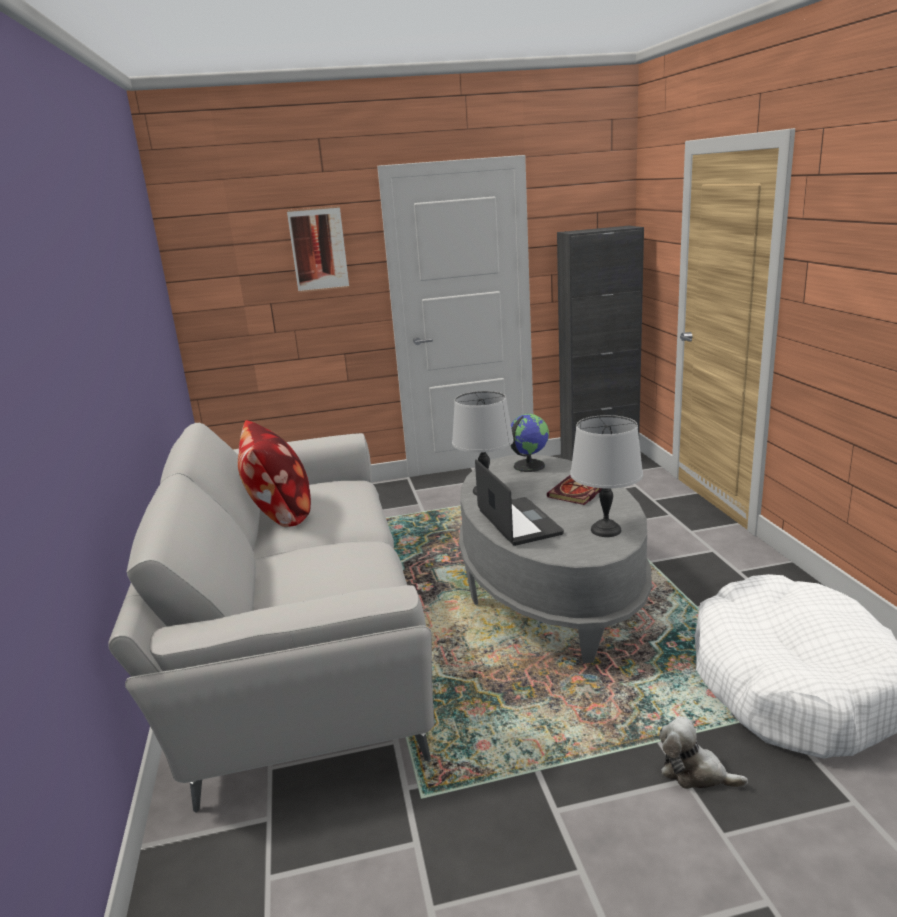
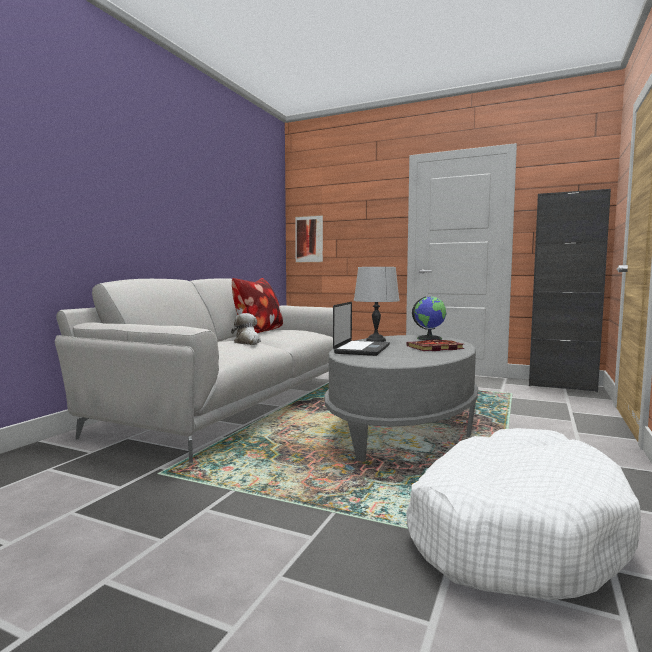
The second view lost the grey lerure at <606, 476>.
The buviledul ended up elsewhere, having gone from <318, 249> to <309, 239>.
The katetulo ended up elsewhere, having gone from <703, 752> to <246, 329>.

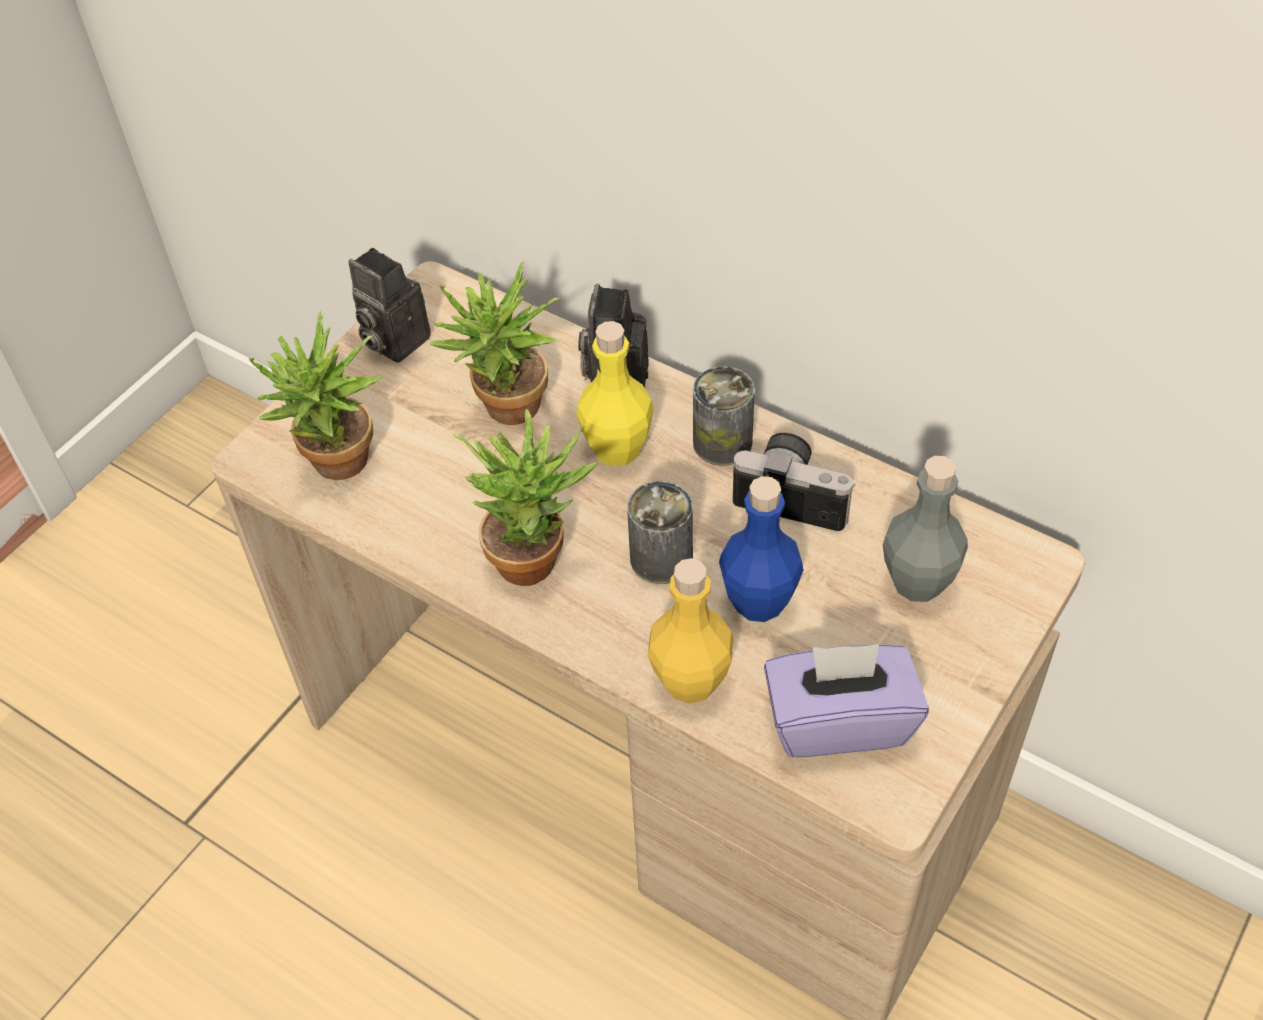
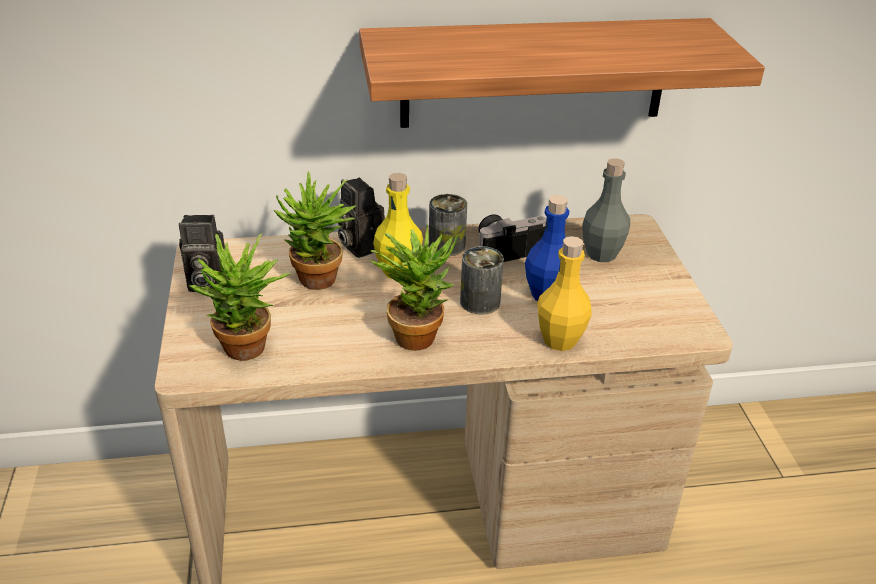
The second view lost the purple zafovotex at <846, 700>.
The second view gained the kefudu at <562, 73>.

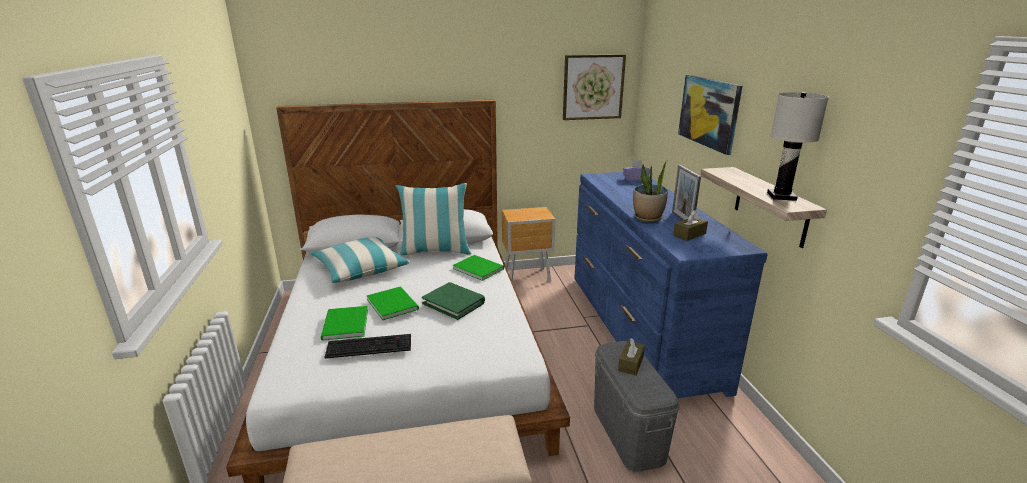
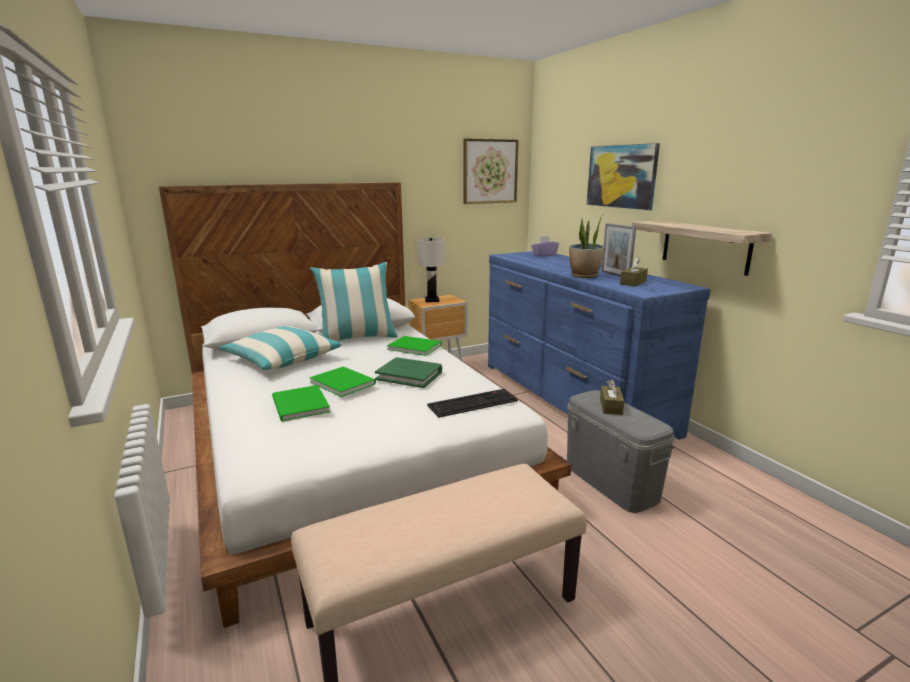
The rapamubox ended up elsewhere, having gone from <367, 346> to <472, 403>.
The white lerure ended up elsewhere, having gone from <798, 146> to <431, 270>.

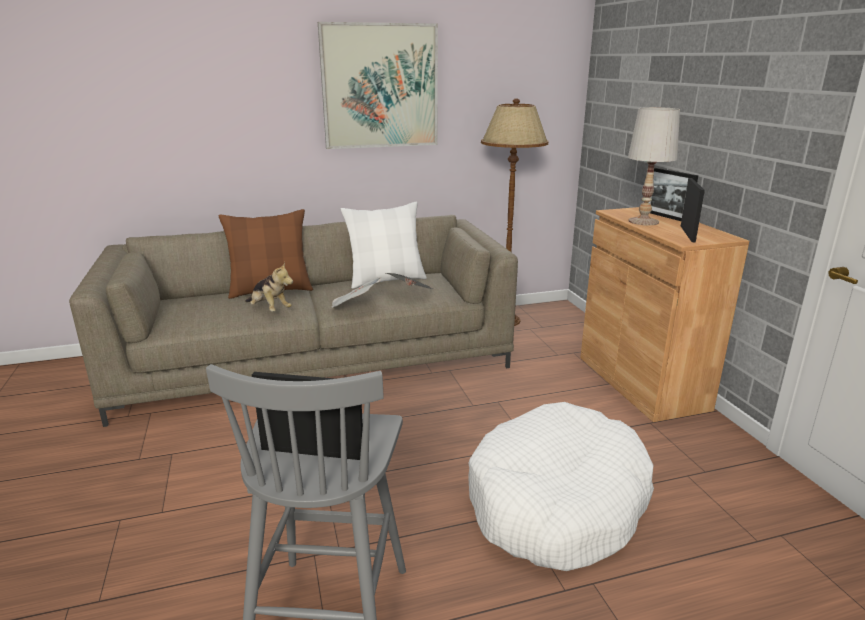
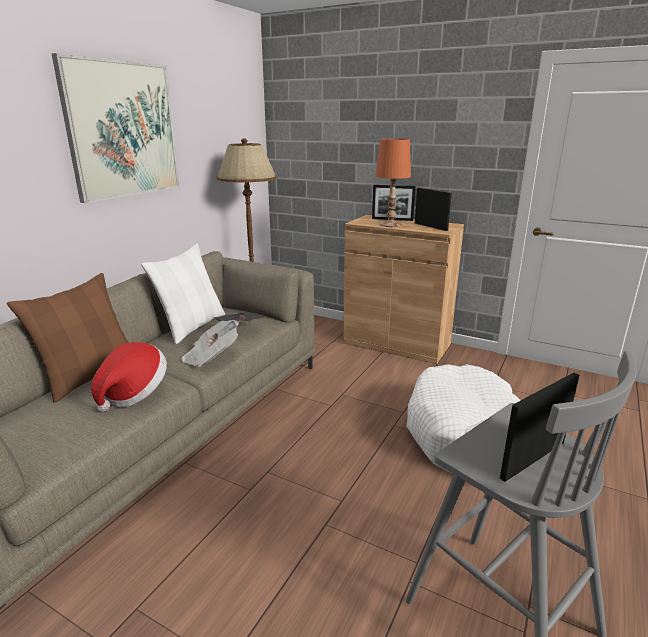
Where the katetulo stood at <269, 287>, the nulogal came to stand at <129, 377>.
What was the white lerure at <654, 166> turned into the orange lerure at <393, 182>.

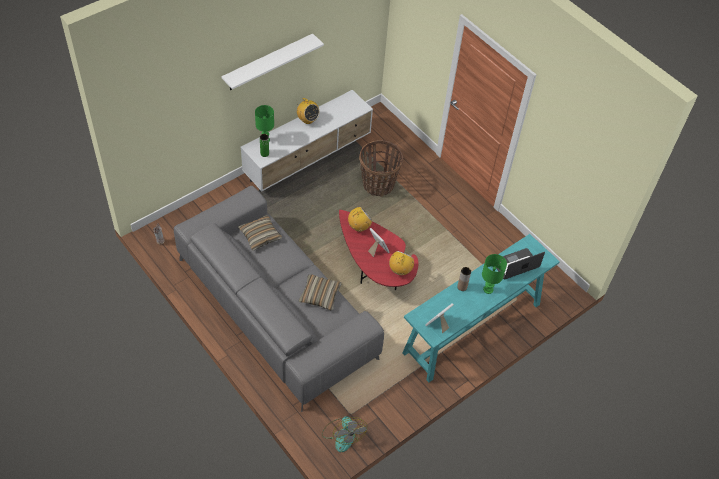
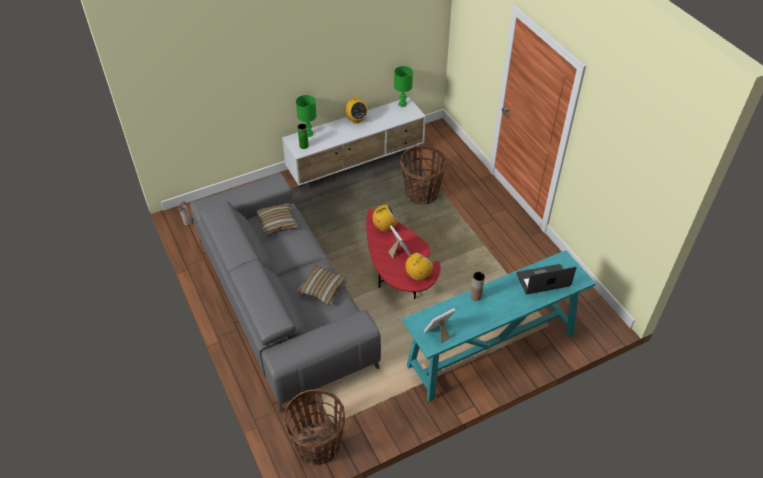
The second view lost the white kefudu at <272, 62>.
The green lerure ended up elsewhere, having gone from <494, 274> to <403, 86>.
Where the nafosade stood at <344, 434>, the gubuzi came to stand at <314, 427>.

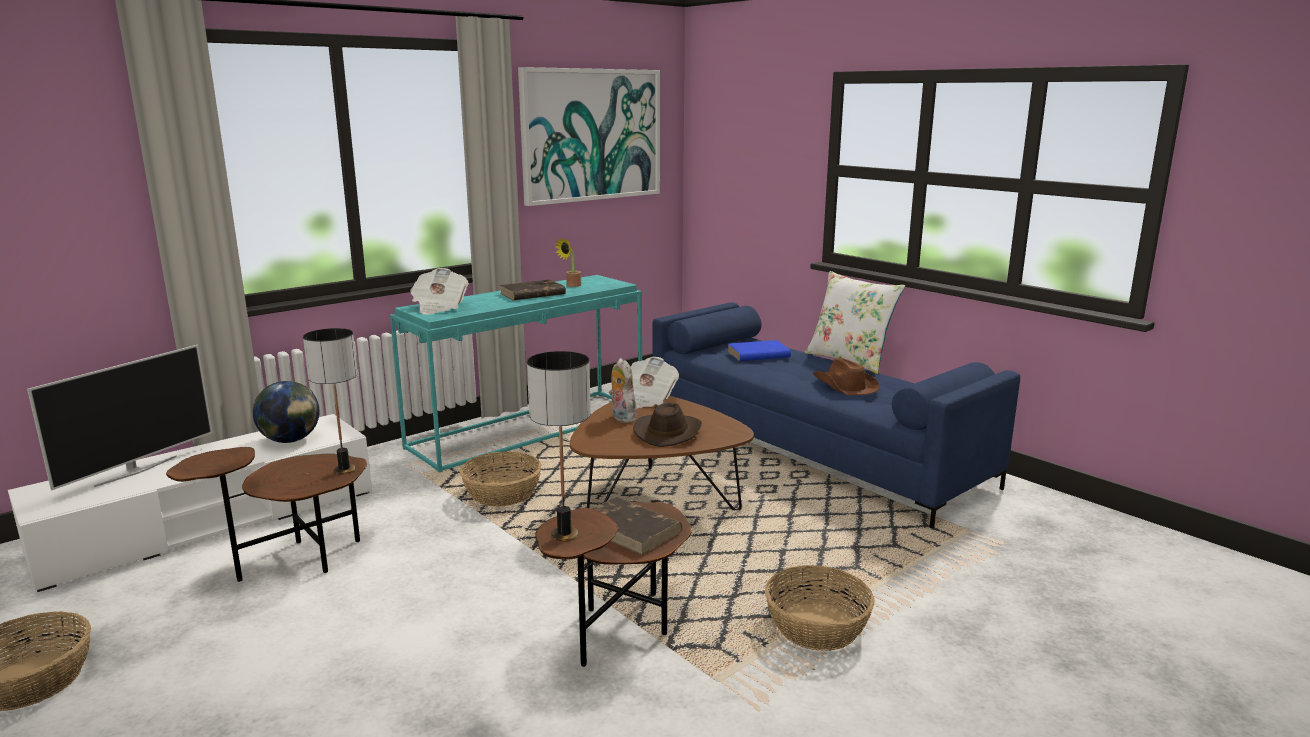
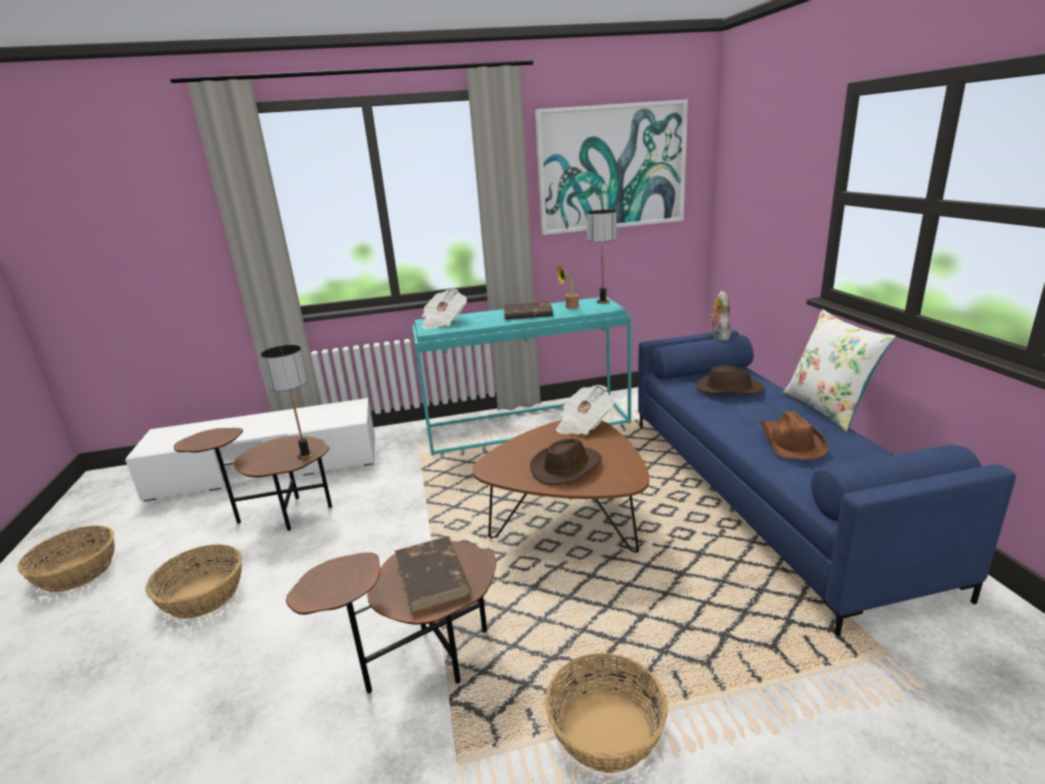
The second view lost the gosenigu at <120, 417>.
The second view lost the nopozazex at <286, 412>.
The gubuzi ended up elsewhere, having gone from <501, 479> to <193, 581>.
The lerure ended up elsewhere, having gone from <559, 446> to <602, 257>.
The katetulo ended up elsewhere, having gone from <623, 390> to <720, 315>.
Where the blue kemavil stood at <759, 350>, the brown nulogal came to stand at <730, 379>.

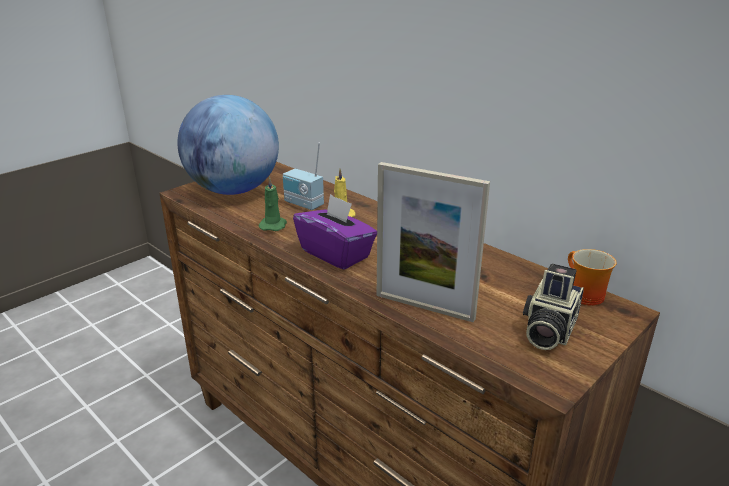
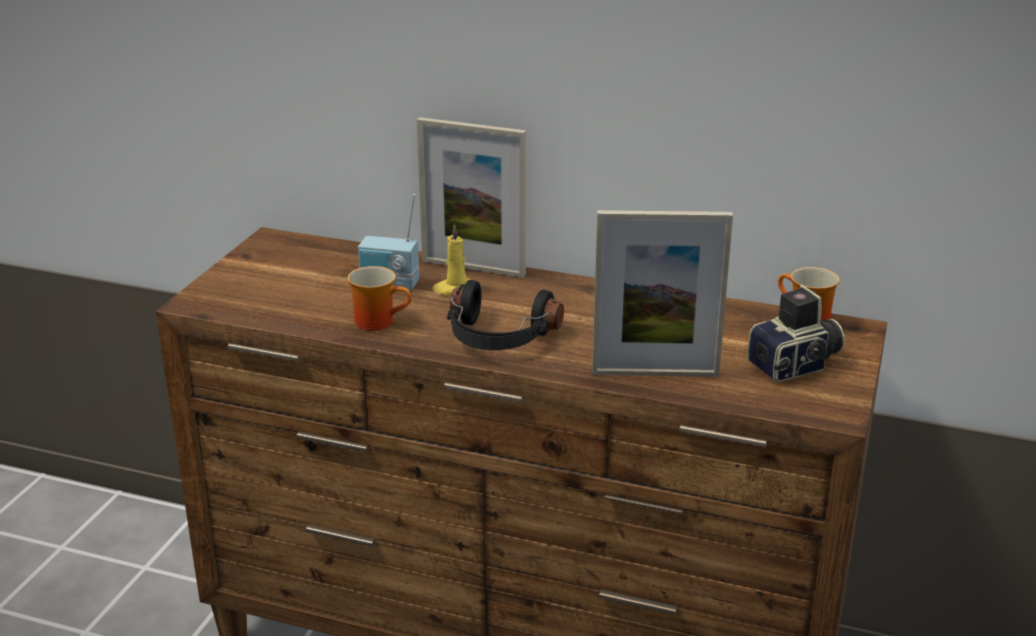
The second view lost the nopozazex at <228, 145>.
The second view gained the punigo at <471, 197>.
Where the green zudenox stood at <272, 203>, the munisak came to stand at <379, 298>.
Where the purple zafovotex stood at <335, 232>, the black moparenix came to stand at <505, 315>.
The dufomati at <553, 306> ended up facing another way, 120 degrees counterclockwise from before.

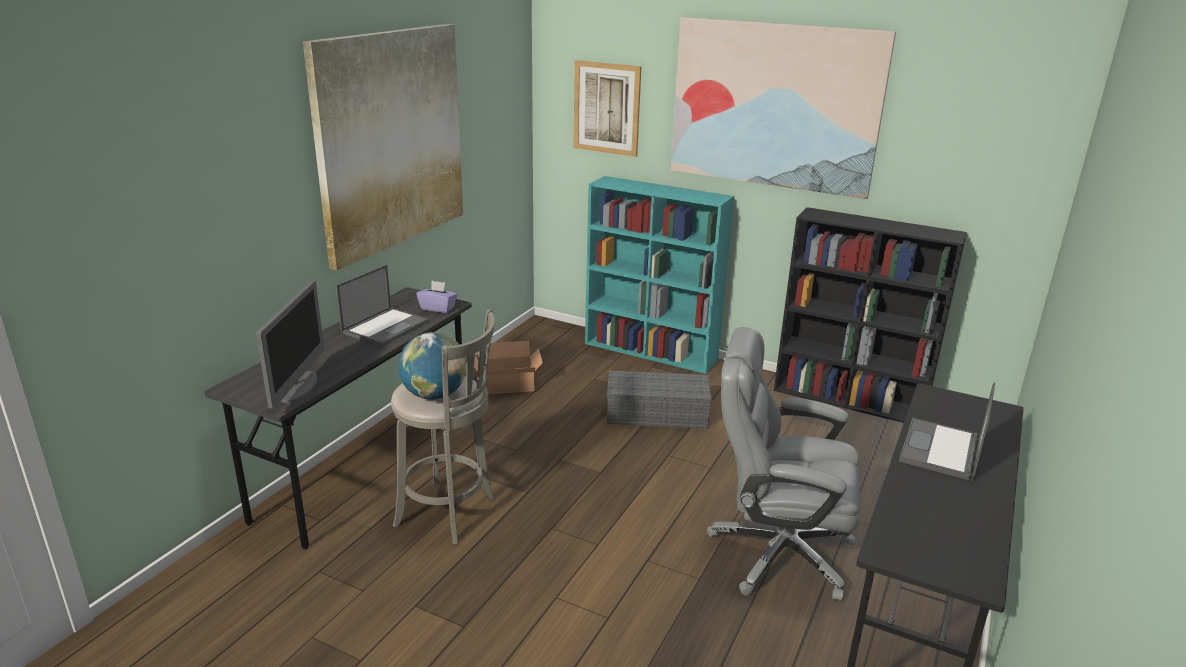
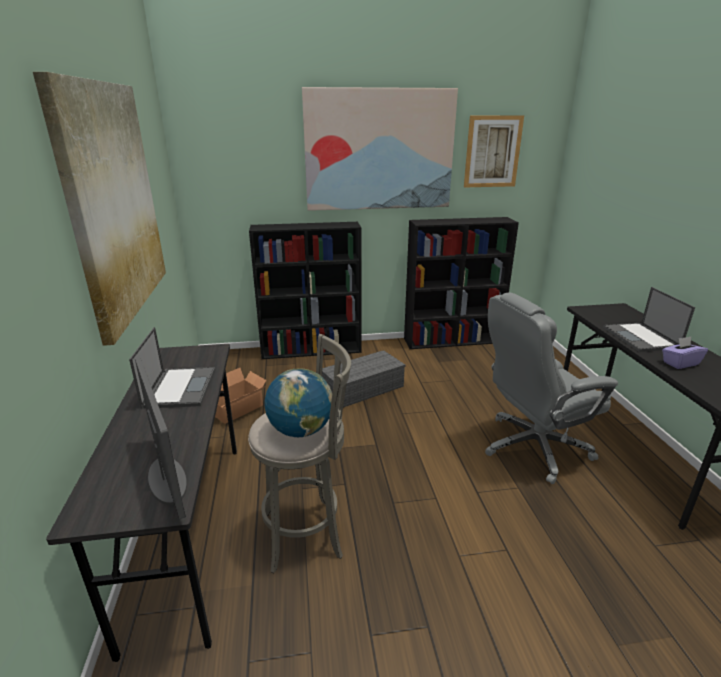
The purple zafovotex ended up elsewhere, having gone from <437, 297> to <685, 353>.
The buviledul ended up elsewhere, having gone from <607, 108> to <494, 152>.
What was the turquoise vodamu at <659, 275> turned into the black vodamu at <305, 290>.

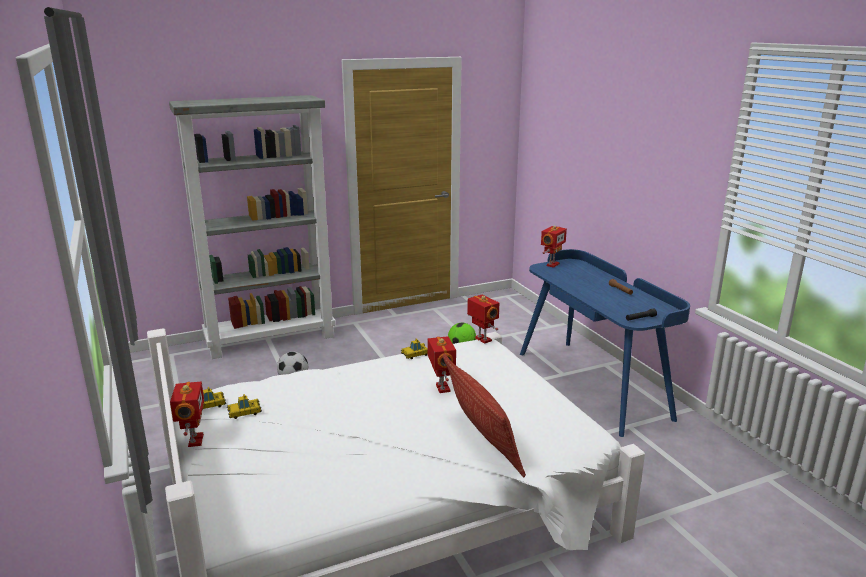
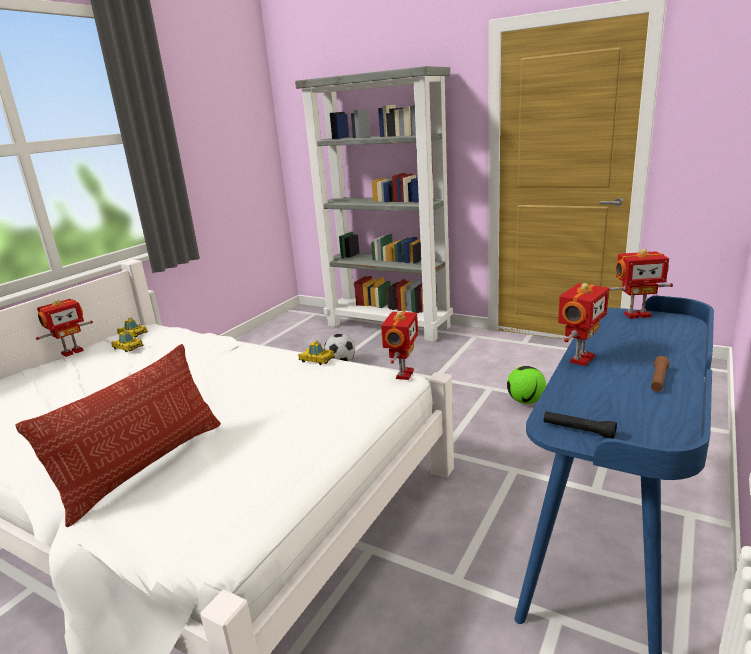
The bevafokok ended up elsewhere, having gone from <442, 364> to <583, 324>.

